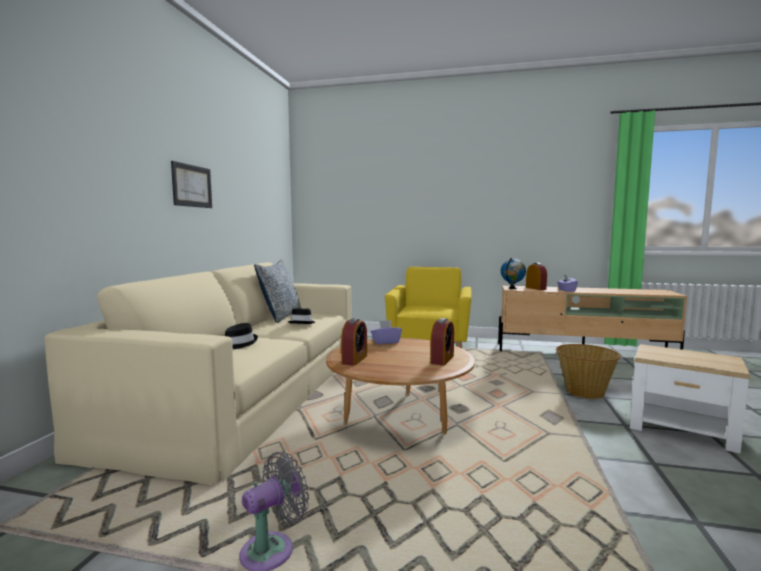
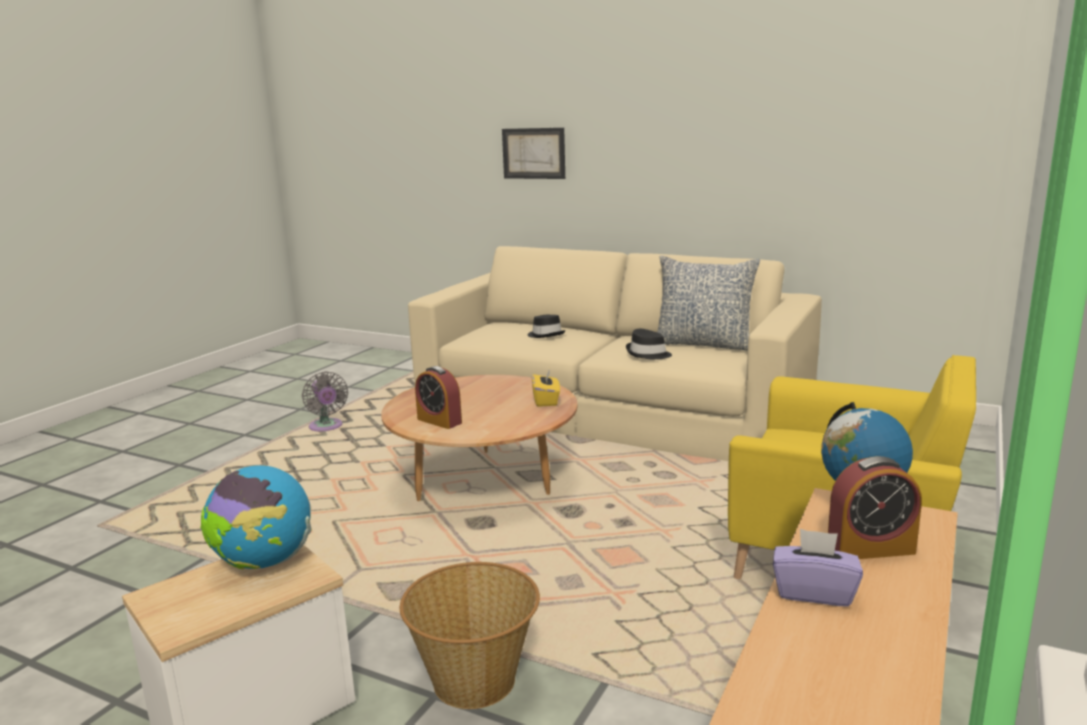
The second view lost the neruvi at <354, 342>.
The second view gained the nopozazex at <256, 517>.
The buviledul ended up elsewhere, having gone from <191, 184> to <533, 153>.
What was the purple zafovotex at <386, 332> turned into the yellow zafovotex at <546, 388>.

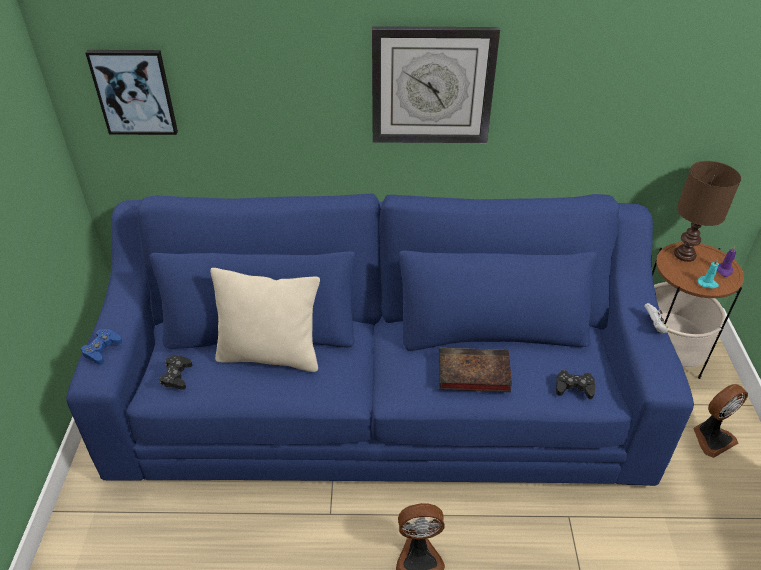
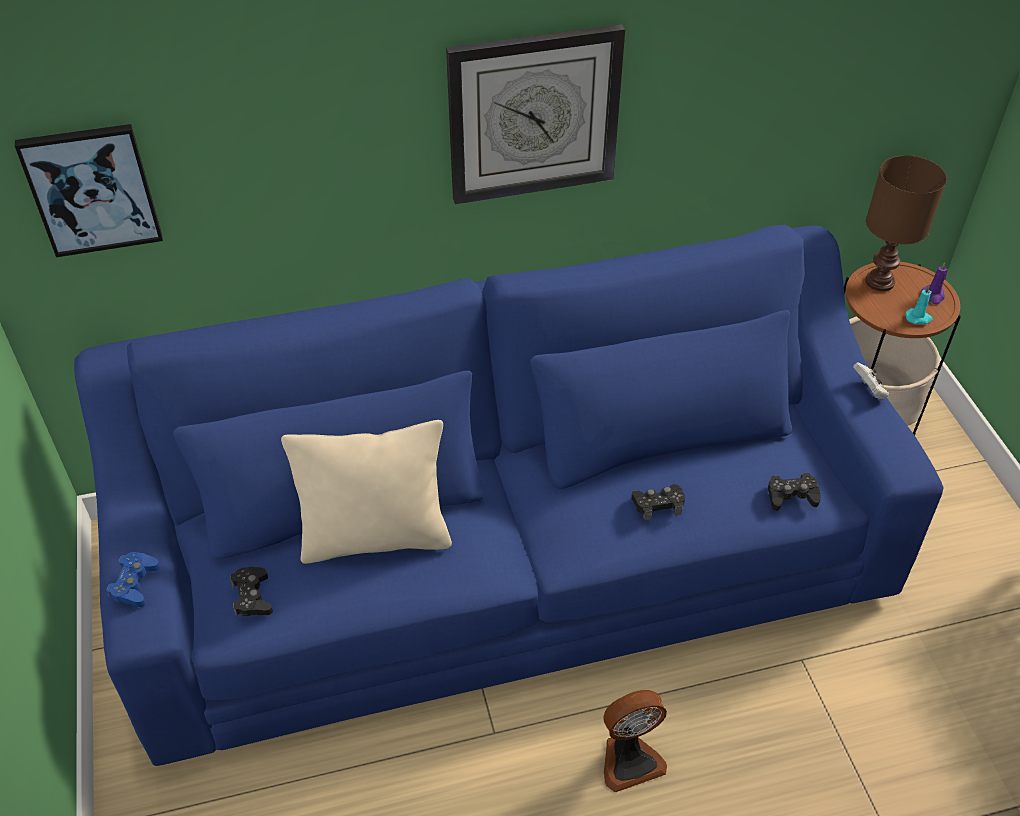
The second view lost the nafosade at <720, 421>.
Where the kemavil stood at <475, 370>, the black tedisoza came to stand at <658, 502>.

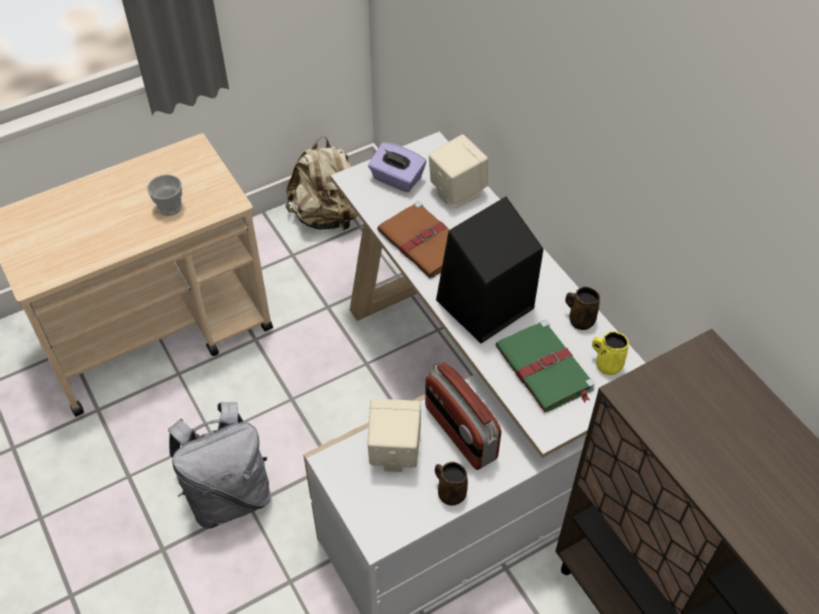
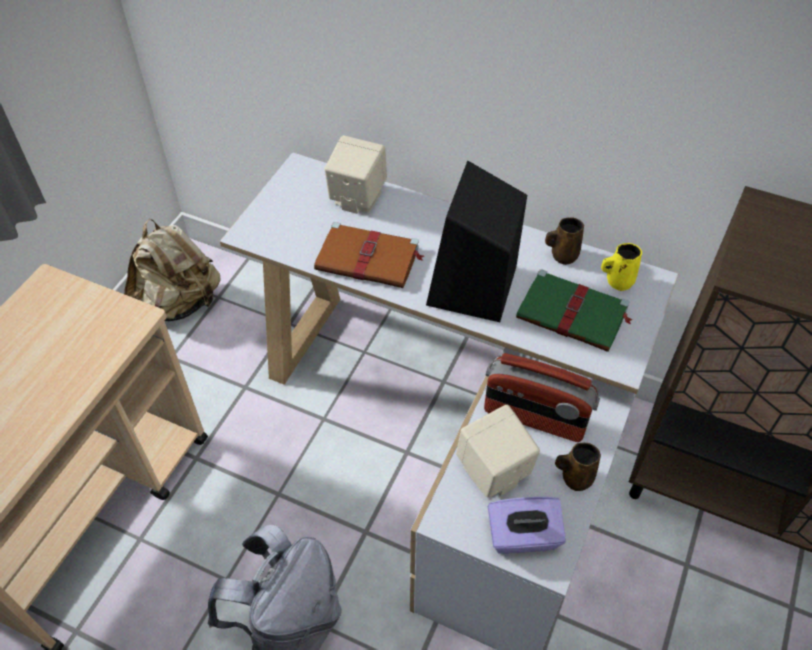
The second view lost the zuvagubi at <164, 195>.
The purple zafovotex ended up elsewhere, having gone from <397, 167> to <527, 525>.

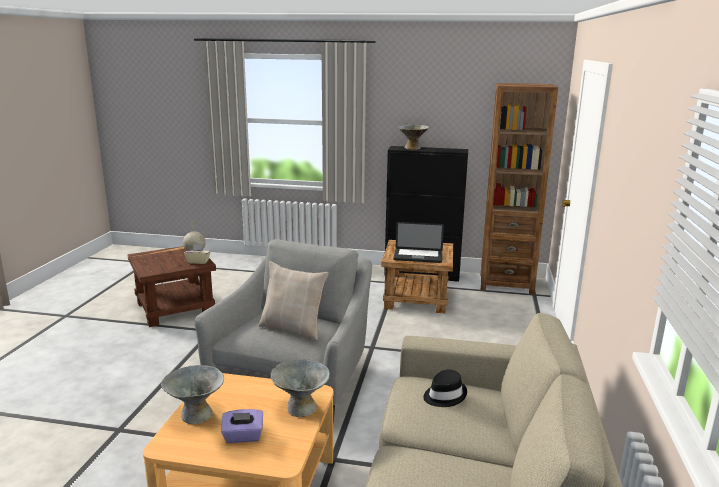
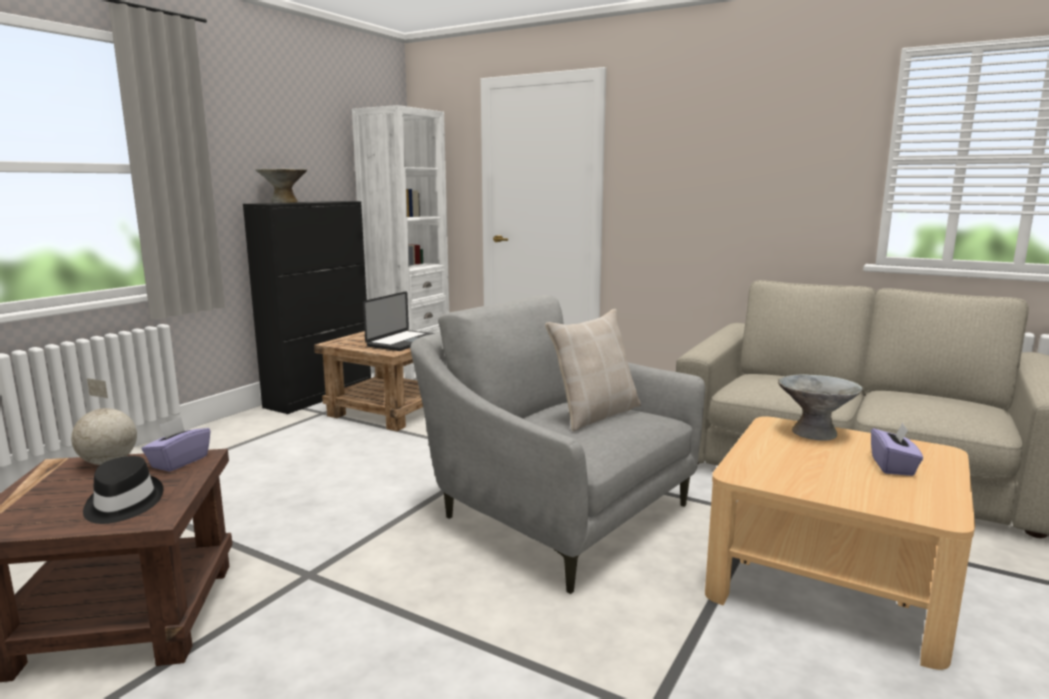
The second view lost the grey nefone at <192, 394>.
The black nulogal ended up elsewhere, having gone from <445, 388> to <123, 490>.
What was the beige zafovotex at <197, 254> turned into the purple zafovotex at <176, 444>.
What was the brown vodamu at <519, 189> turned into the white vodamu at <400, 242>.

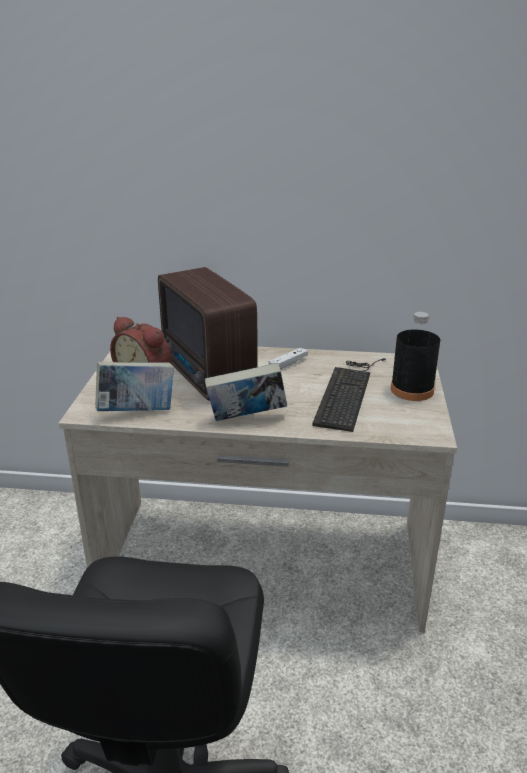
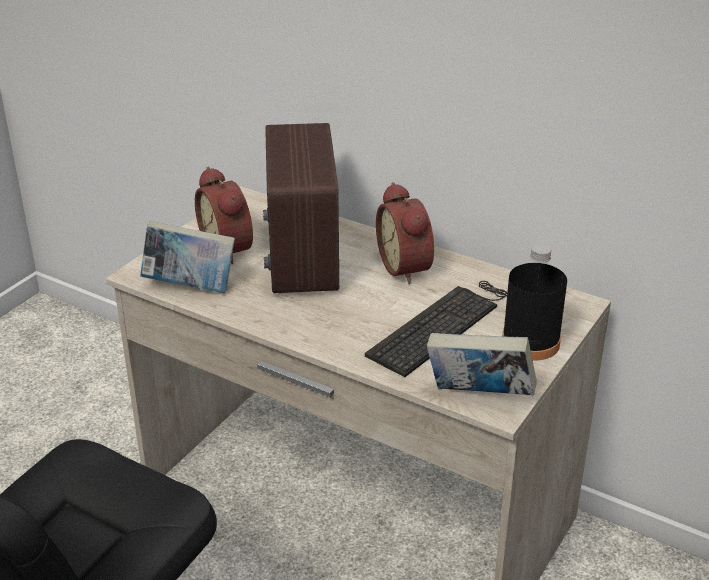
The kemavil ended up elsewhere, having gone from <246, 392> to <482, 364>.
Where the white tedisoza stood at <288, 359>, the neruvi came to stand at <405, 233>.

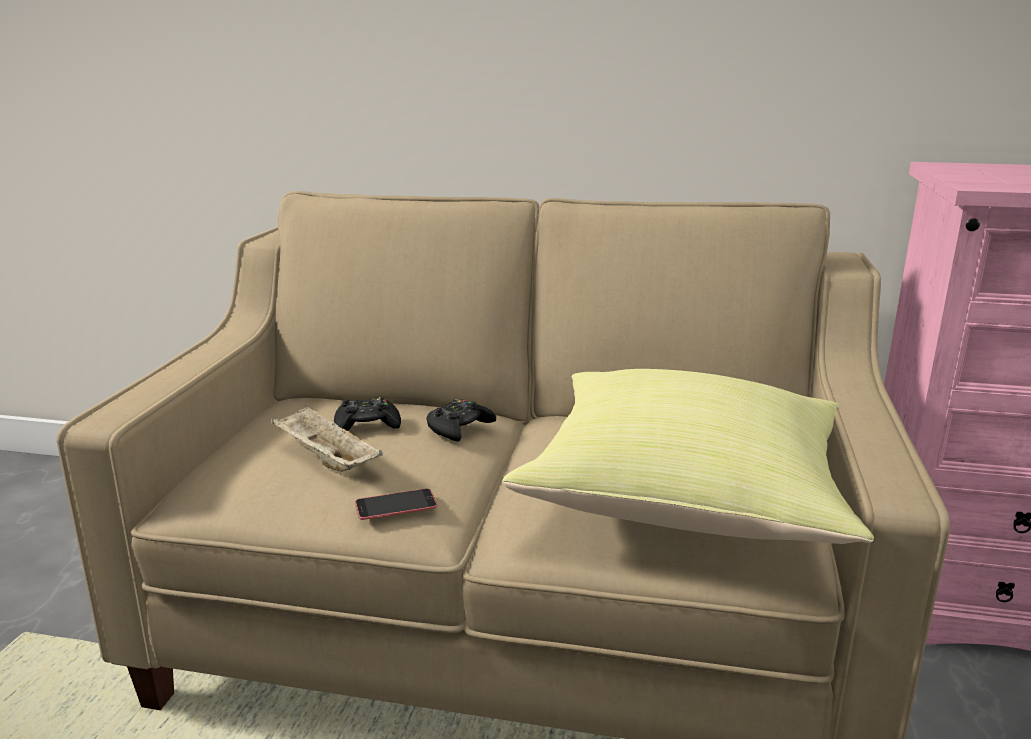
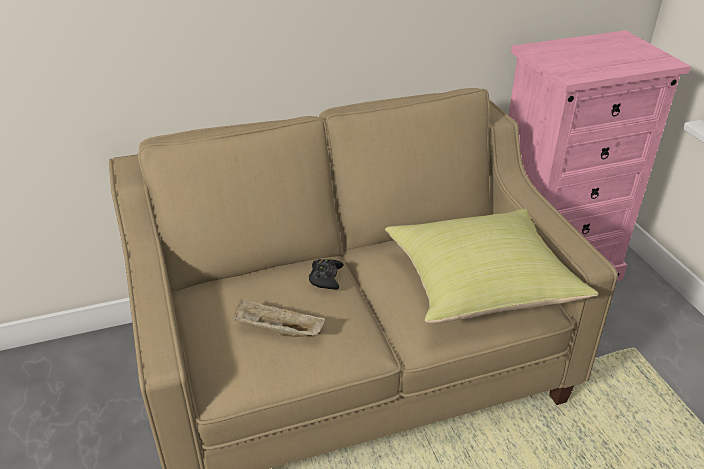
The second view lost the black tedisoza at <367, 414>.
The second view lost the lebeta at <396, 504>.

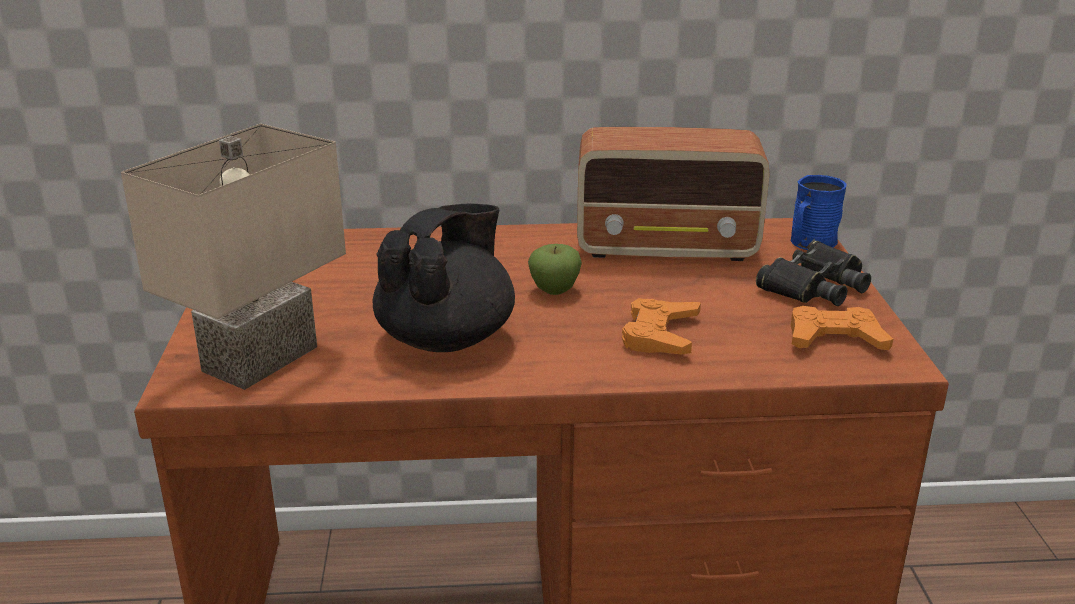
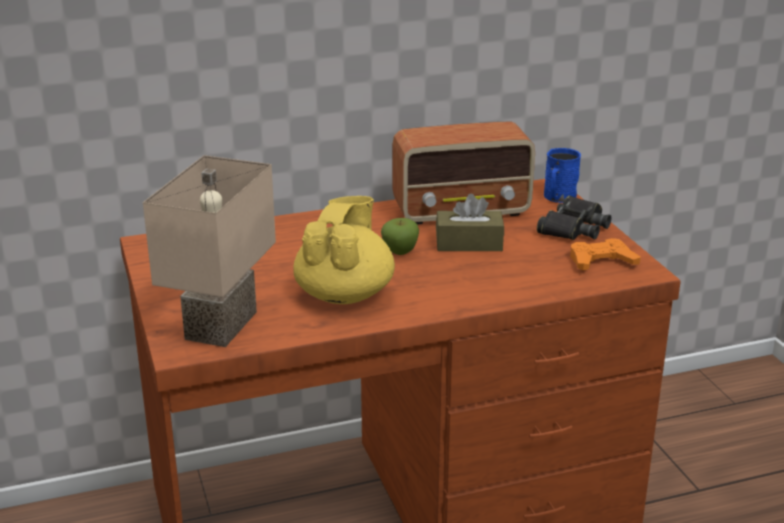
The second view lost the orange tedisoza at <661, 326>.
The second view gained the brown zafovotex at <470, 222>.
What was the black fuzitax at <444, 278> turned into the yellow fuzitax at <344, 250>.

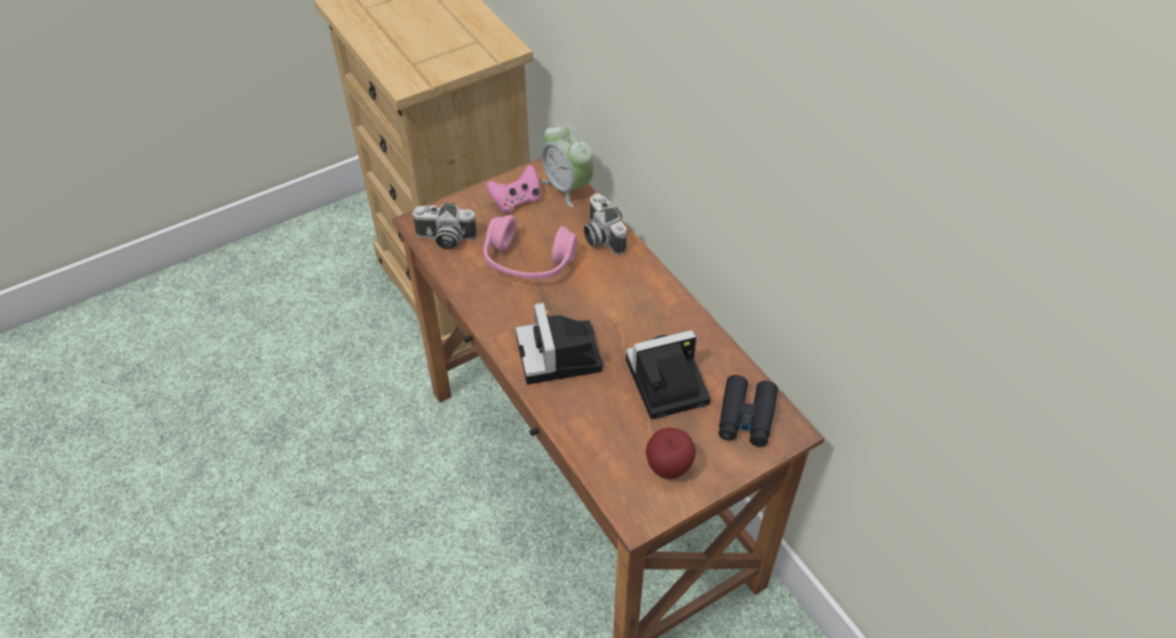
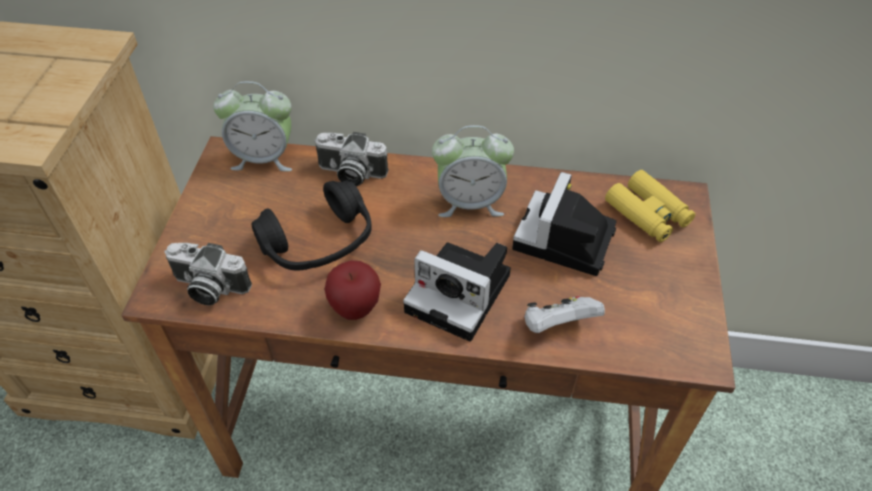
The second view lost the pink tedisoza at <513, 189>.
The second view gained the neruvi at <473, 171>.
The second view gained the white tedisoza at <564, 314>.
The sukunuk ended up elsewhere, having gone from <670, 453> to <353, 290>.
What was the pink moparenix at <530, 247> turned into the black moparenix at <312, 225>.
What was the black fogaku at <748, 411> turned into the yellow fogaku at <650, 206>.
The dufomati at <444, 226> ended up facing another way, 60 degrees clockwise from before.

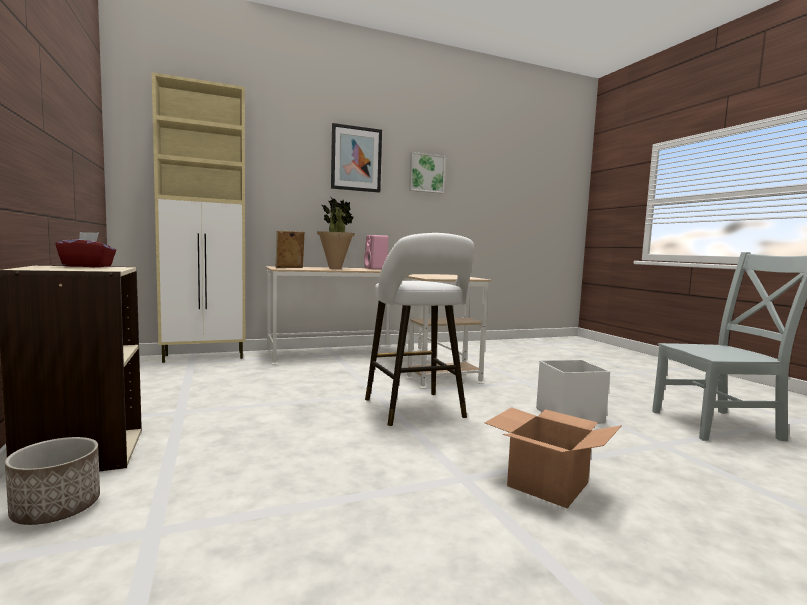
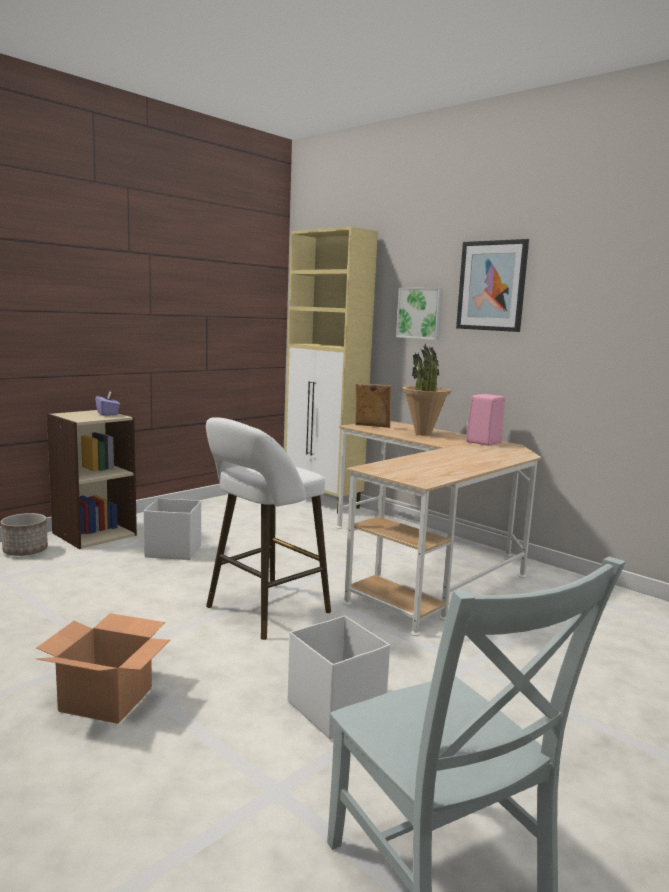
The second view gained the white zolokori at <172, 529>.
The buviledul ended up elsewhere, having gone from <427, 172> to <419, 313>.
What was the red zafovotex at <85, 249> turned into the purple zafovotex at <107, 403>.

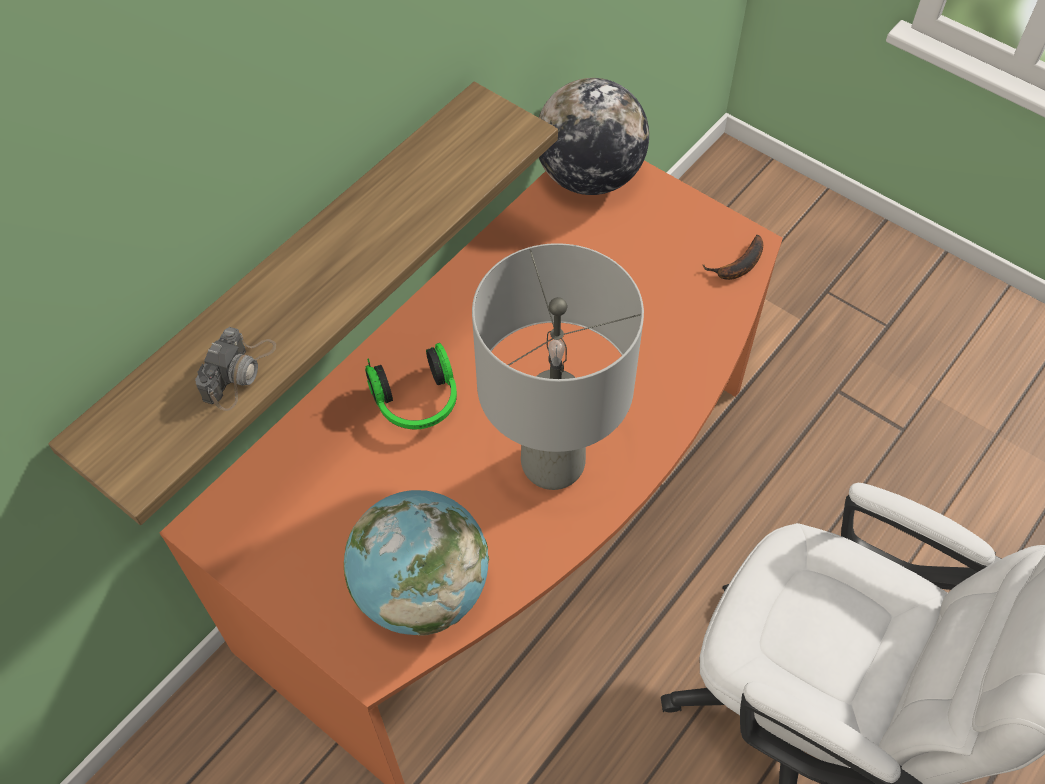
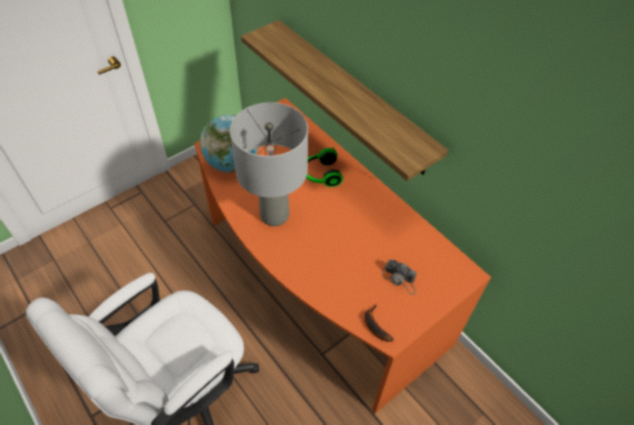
The second view lost the nopozazex at <594, 136>.
The dufomati ended up elsewhere, having gone from <235, 369> to <399, 277>.

